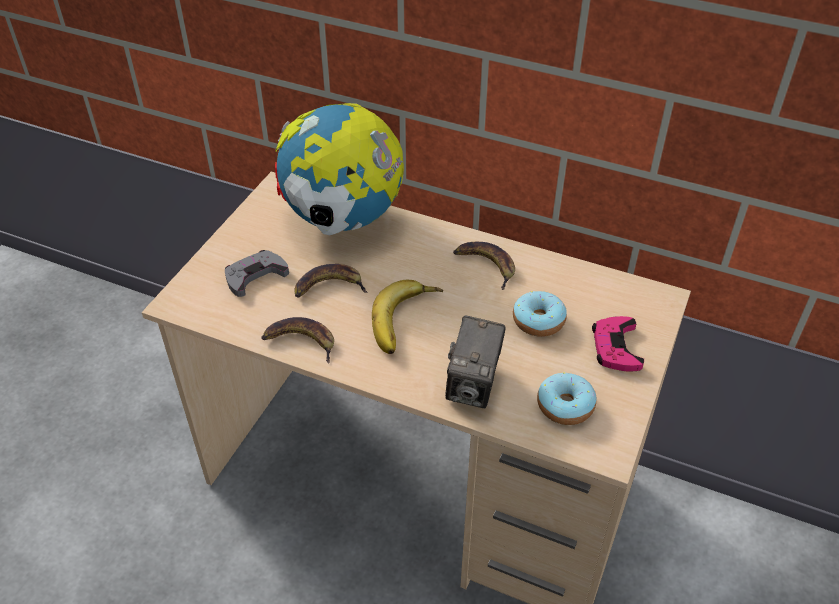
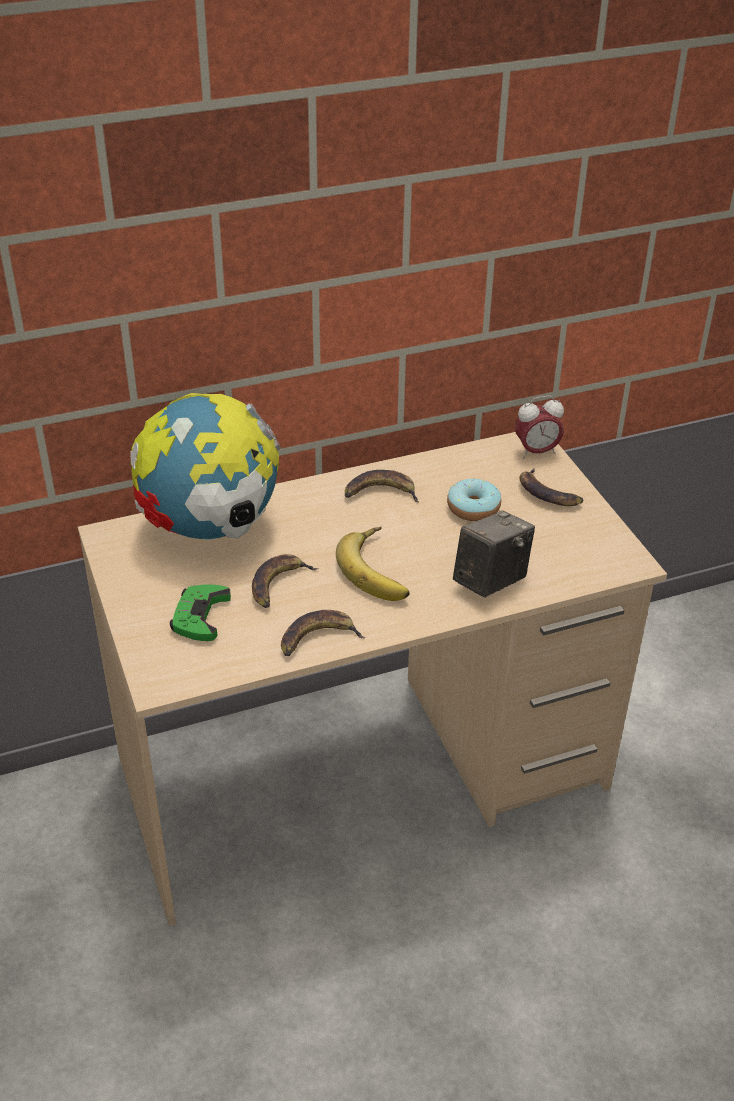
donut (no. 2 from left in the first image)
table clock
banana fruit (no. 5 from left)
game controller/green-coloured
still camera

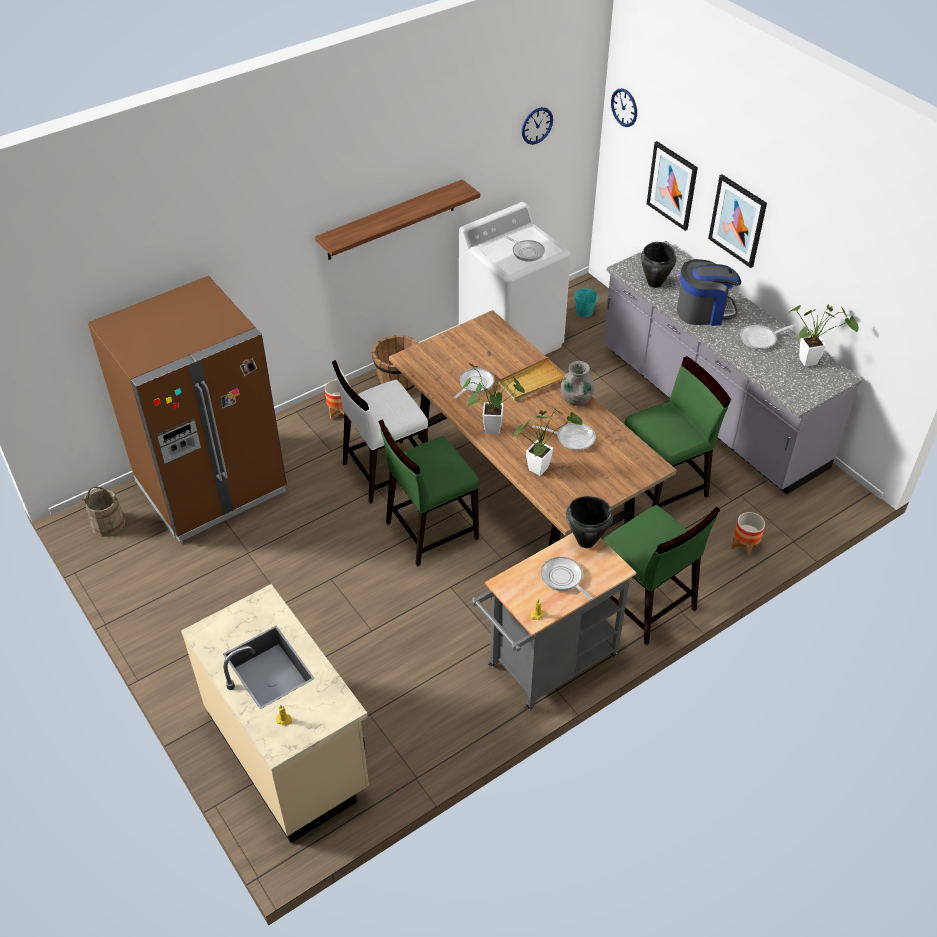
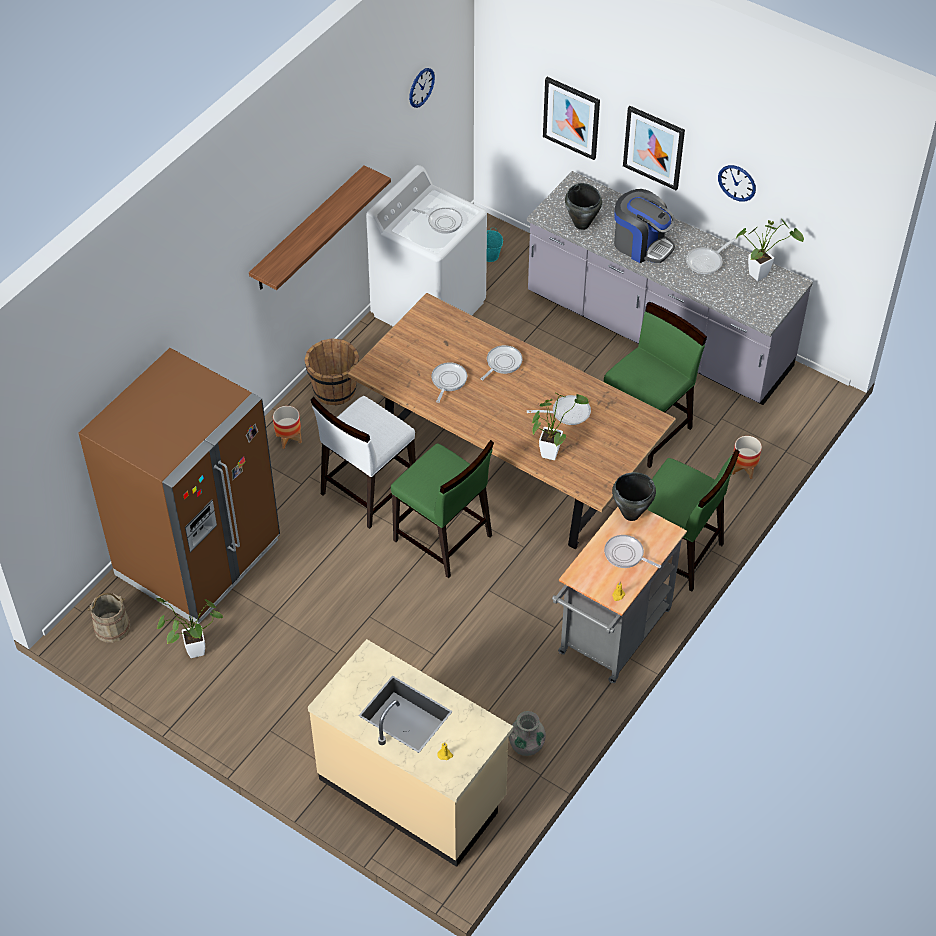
potted plant (no. 1 from left)
vase/grey
hanging clock (no. 2 from left)
frying pan (no. 3 from left)
plain chair/green-coloured (no. 1 from left)
coffee brewer

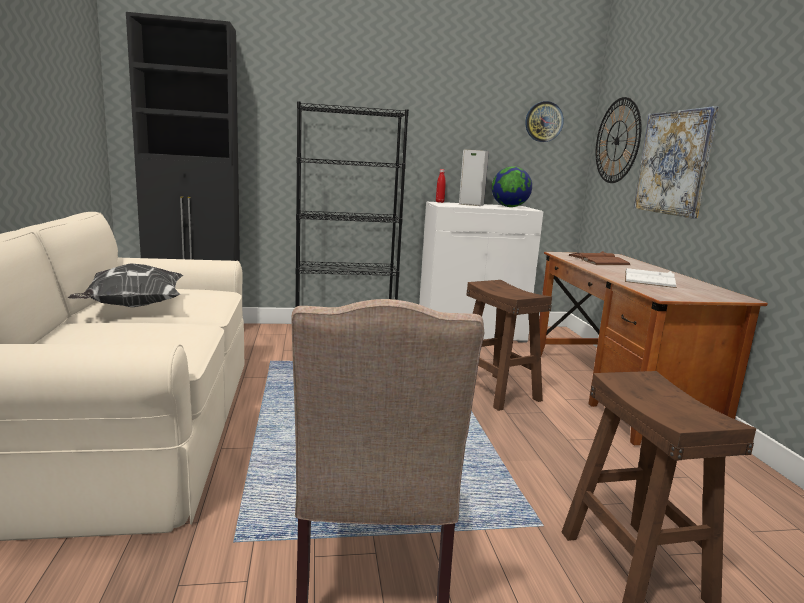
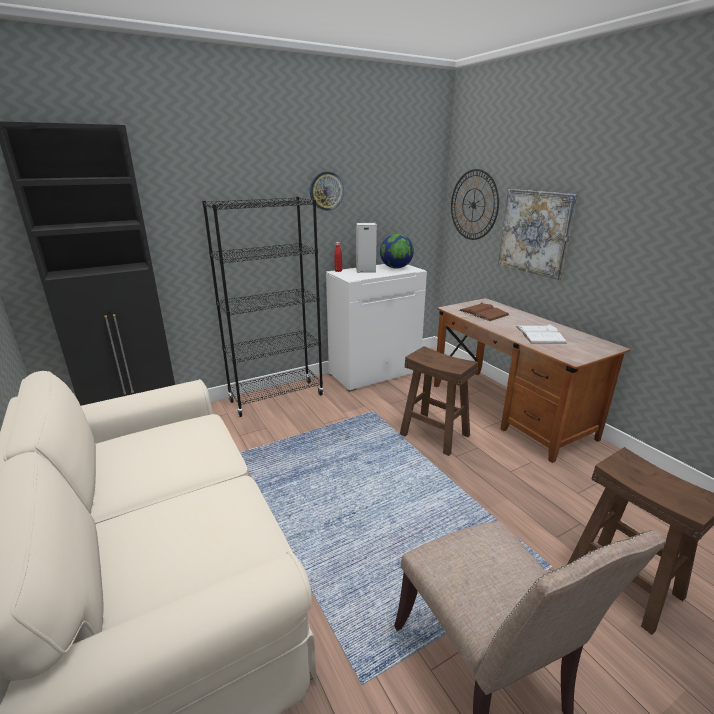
throw pillow
hanging clock (no. 1 from left)

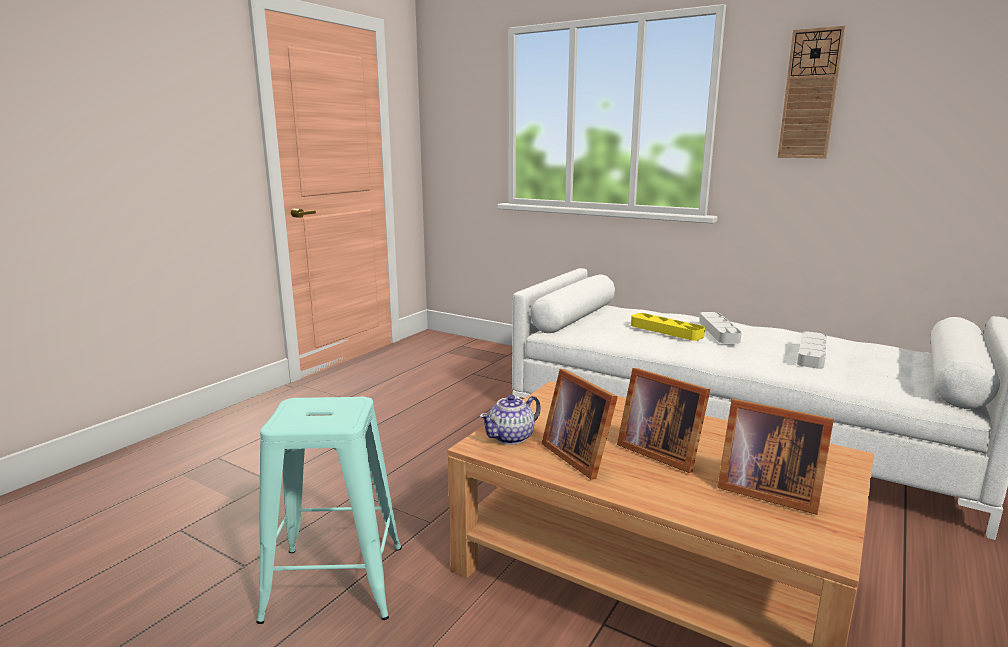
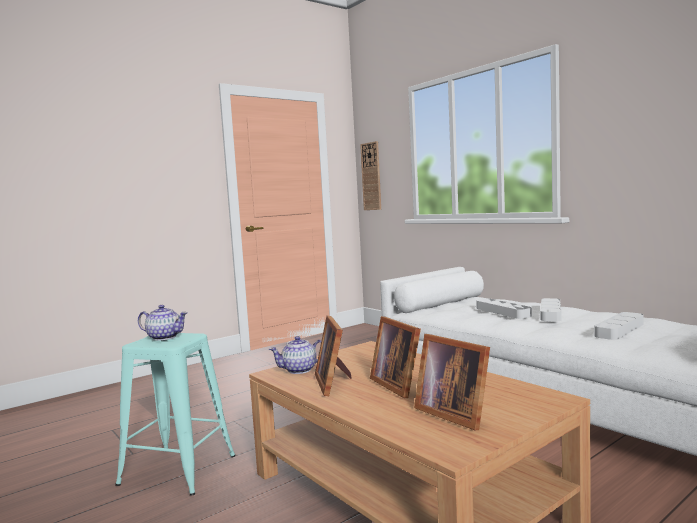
pot for tea (no. 1 from left)
hanging clock
tray/grey (no. 1 from left)

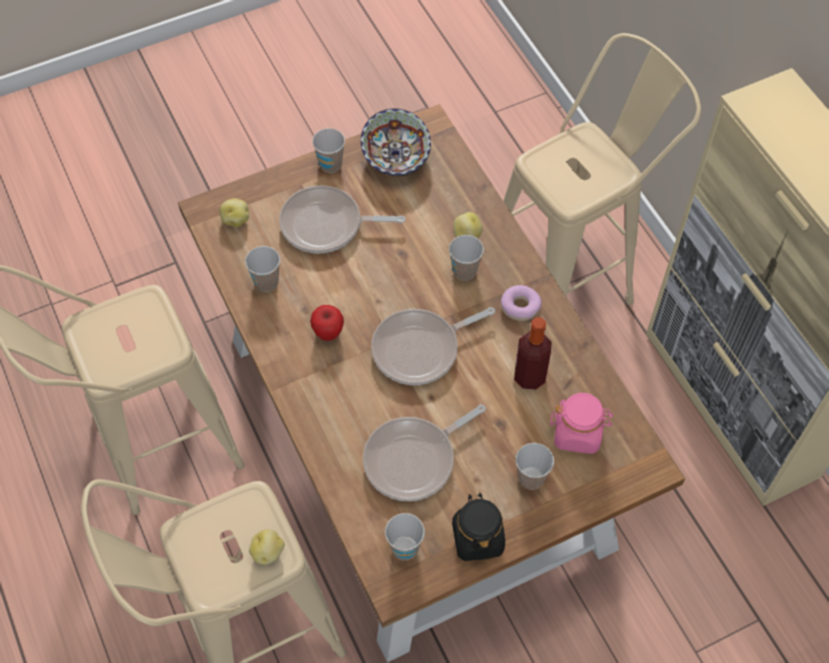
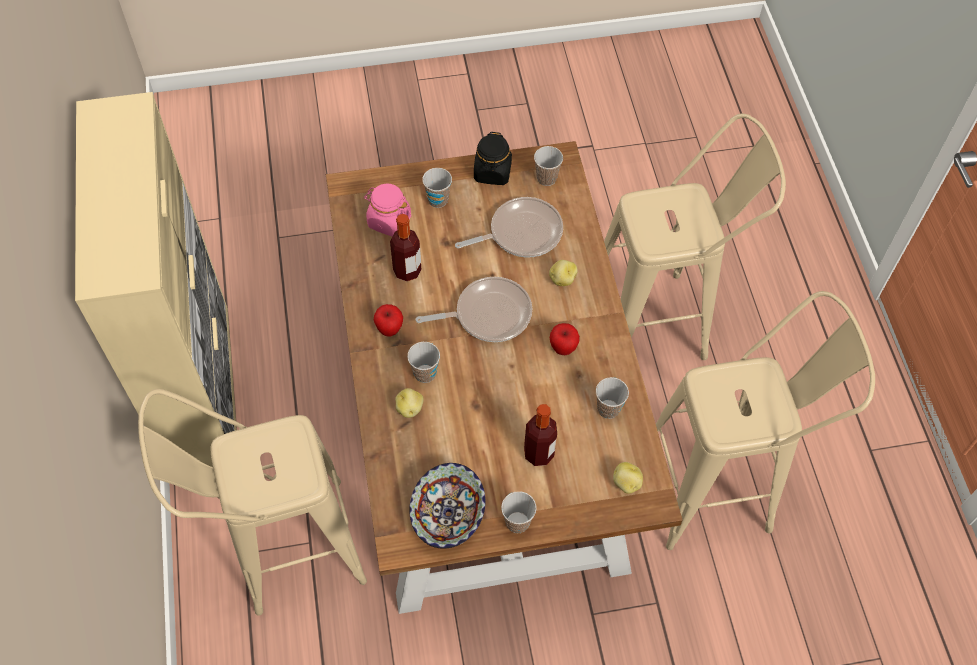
spud (no. 2 from left)
beverage bottle (no. 2 from left)
apple (no. 1 from left)

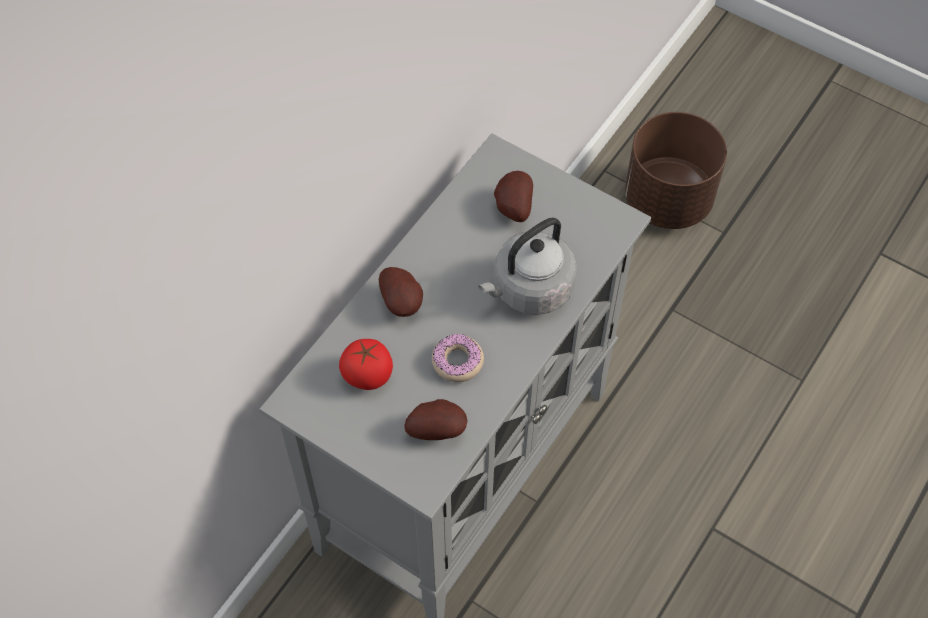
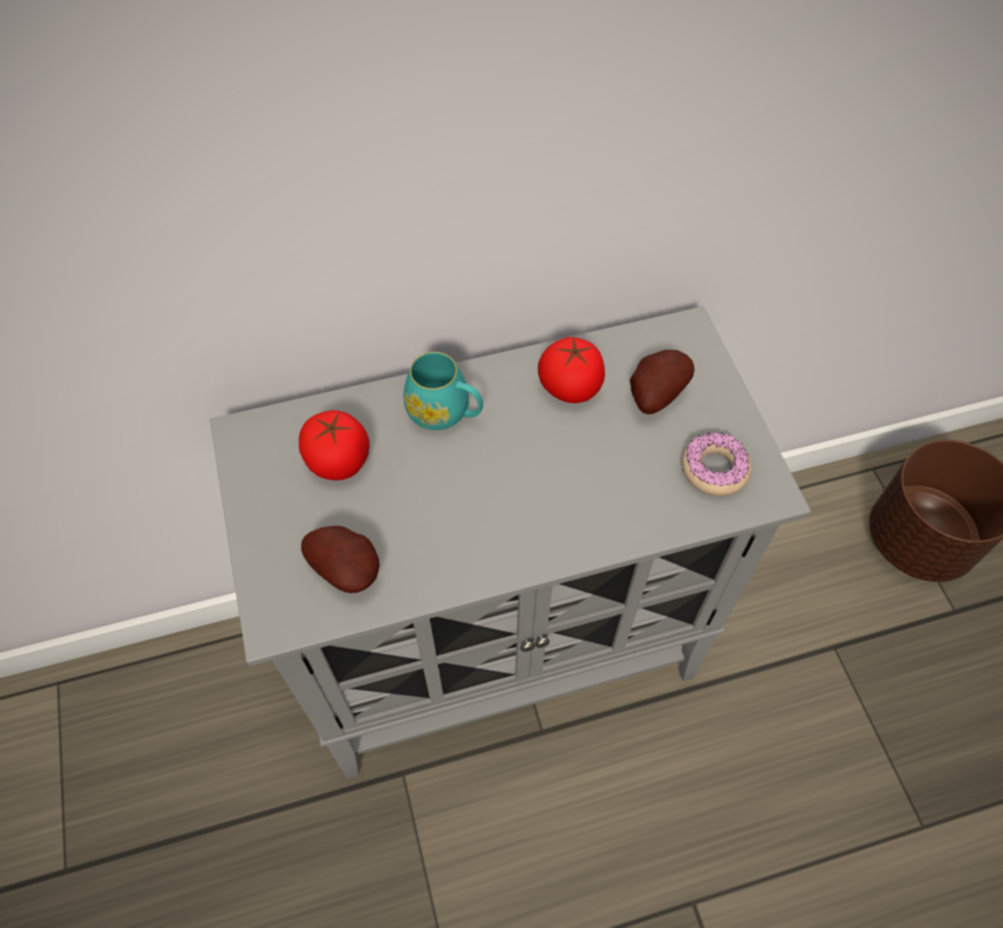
kettle/grey
tomato (no. 2 from left)
donut
coffee mug/turquoise-coloured

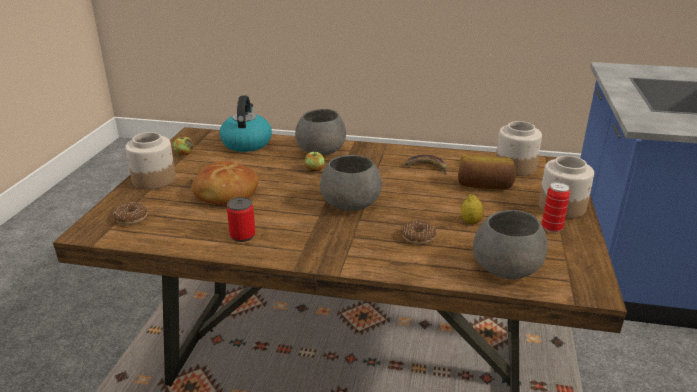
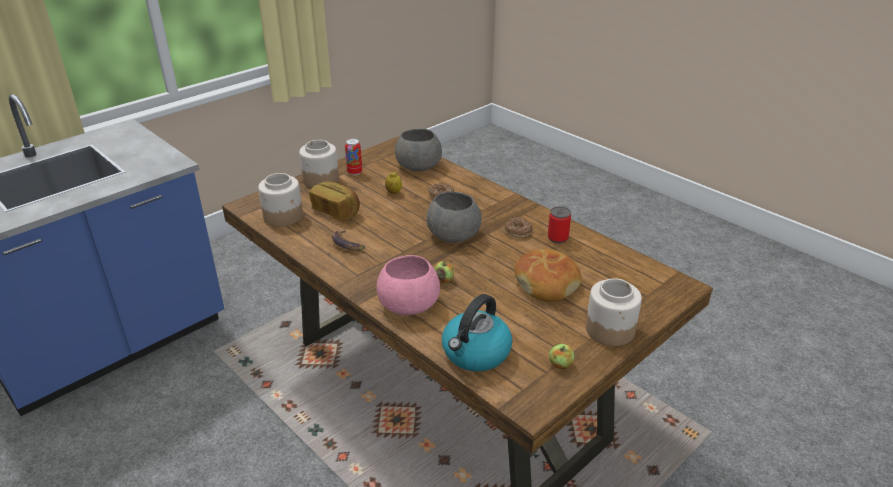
donut (no. 2 from left)
serving bowl/pinkish

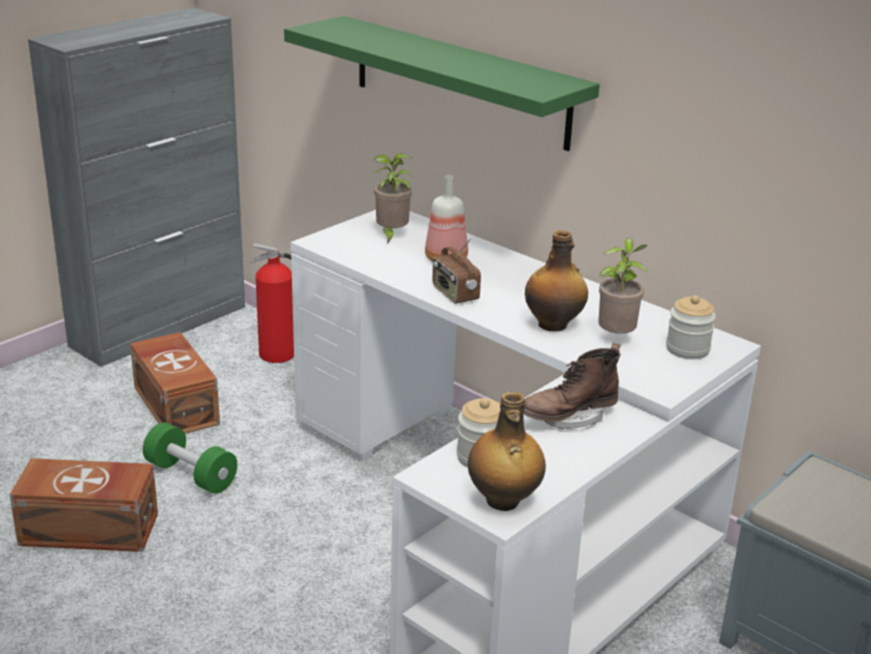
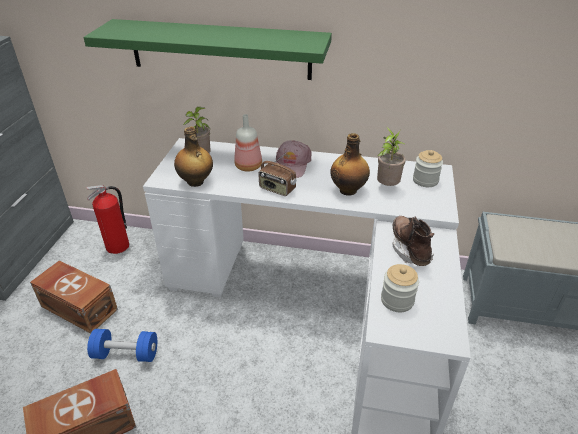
baseball cap/pinkish
beverage bottle (no. 1 from left)
free weight/bluish
tall boot/brownish

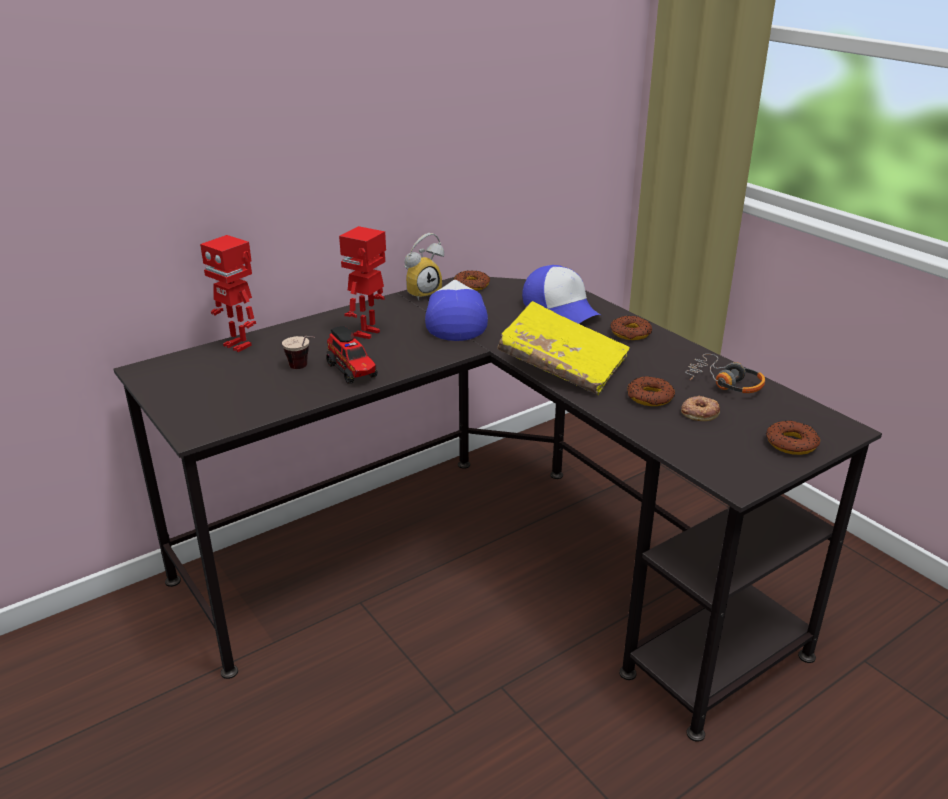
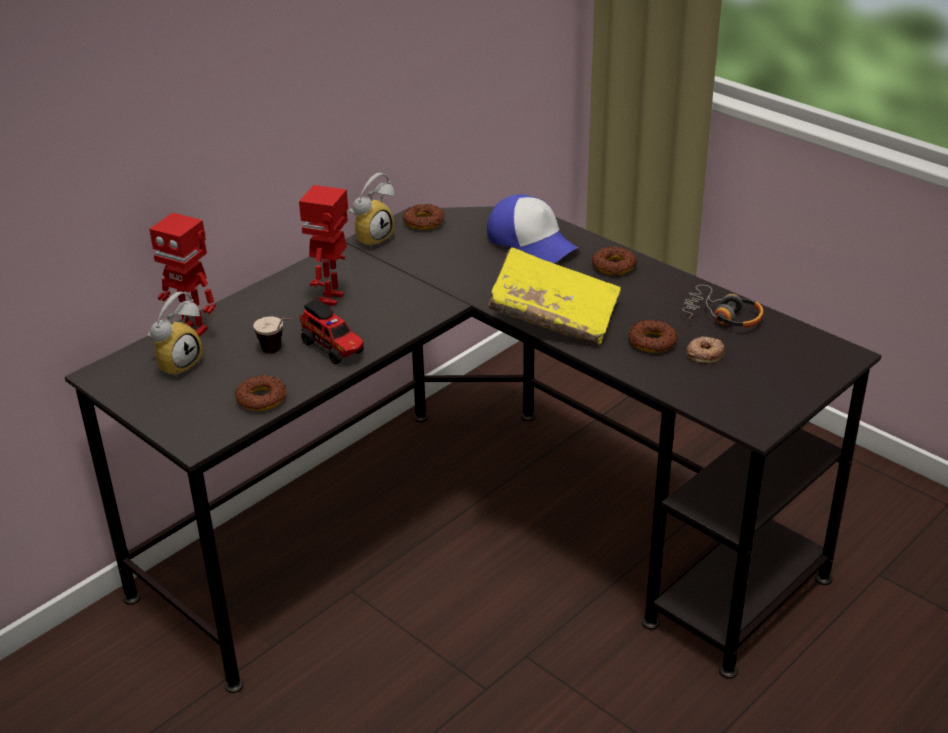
baseball cap (no. 1 from left in the first image)
table clock (no. 1 from left)
donut (no. 1 from left)

